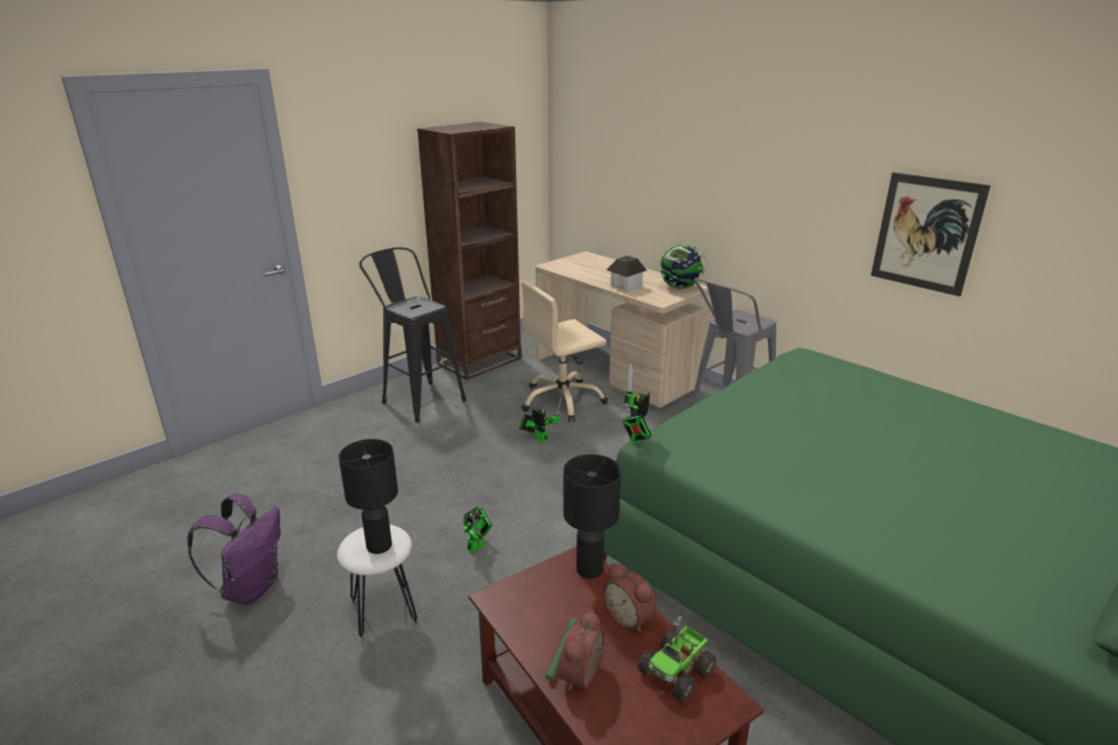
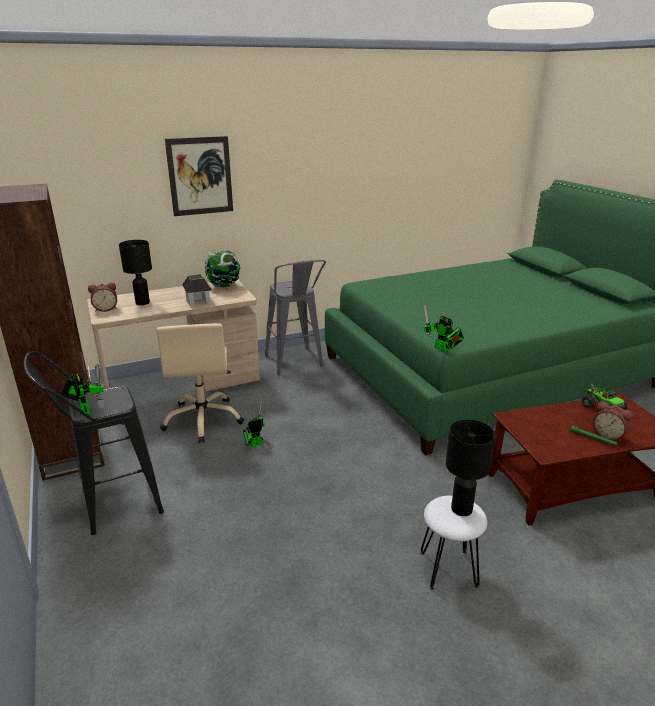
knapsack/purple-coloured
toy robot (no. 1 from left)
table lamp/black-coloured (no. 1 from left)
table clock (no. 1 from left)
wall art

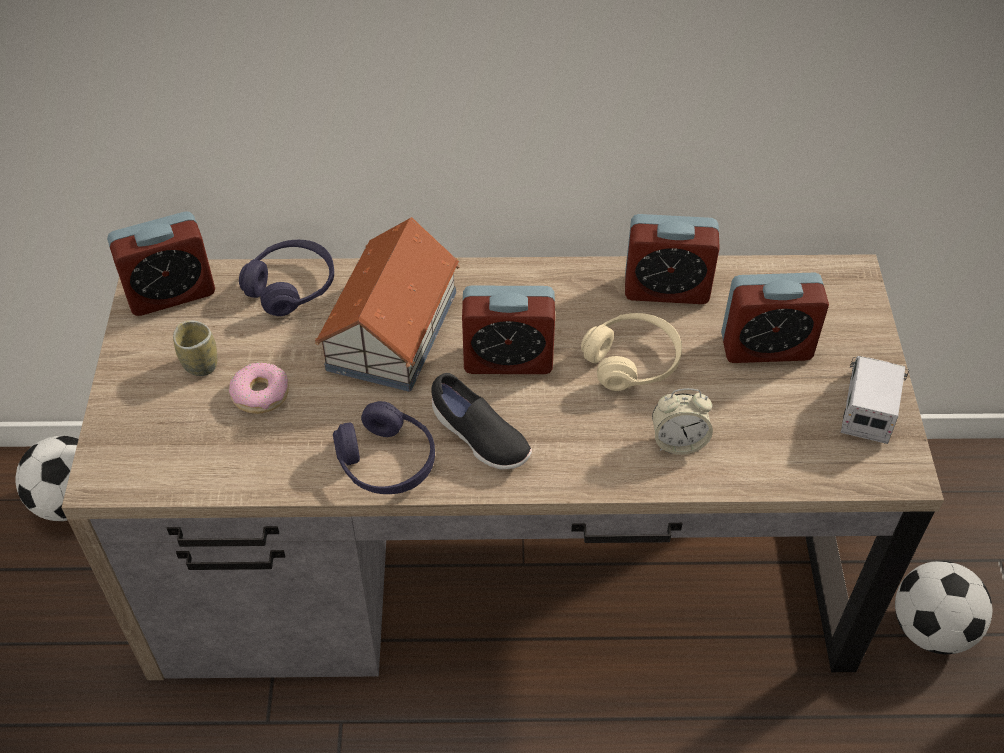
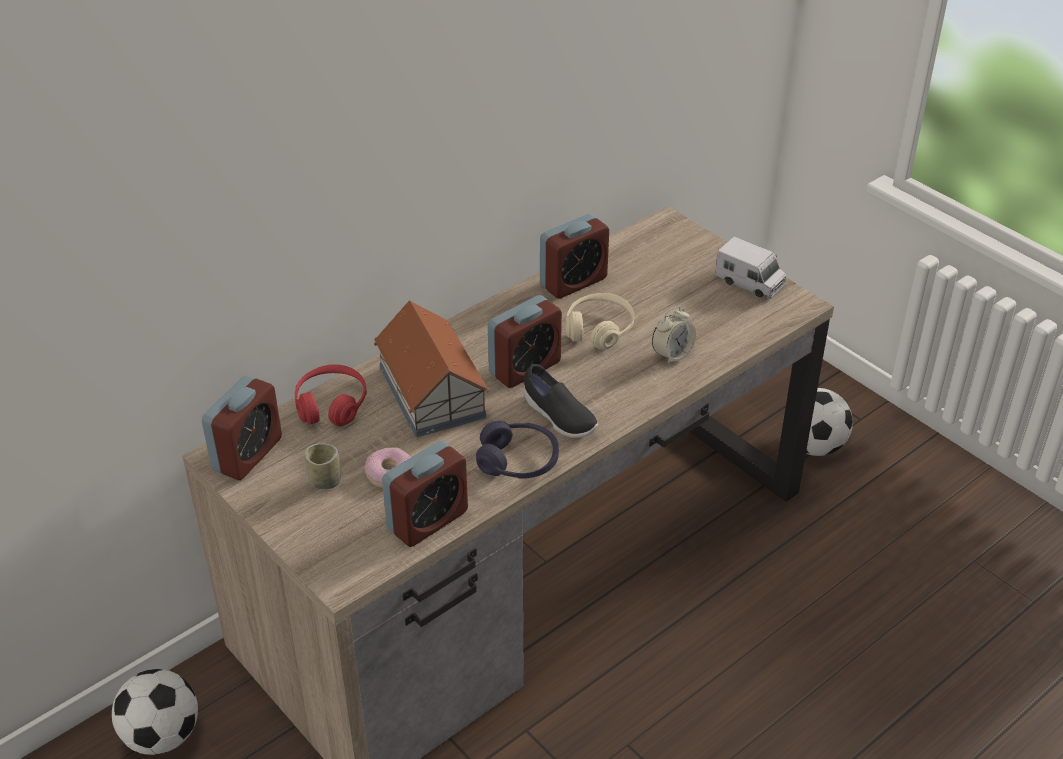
table clock (no. 2 from left)
headphones/reddish
shoe/black-coloured
toy truck

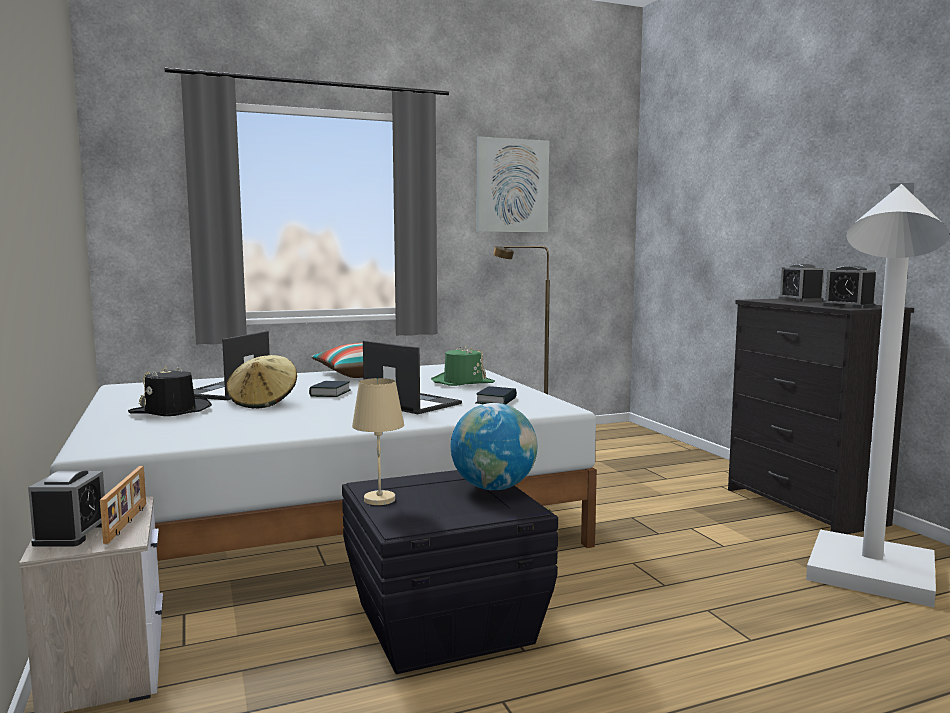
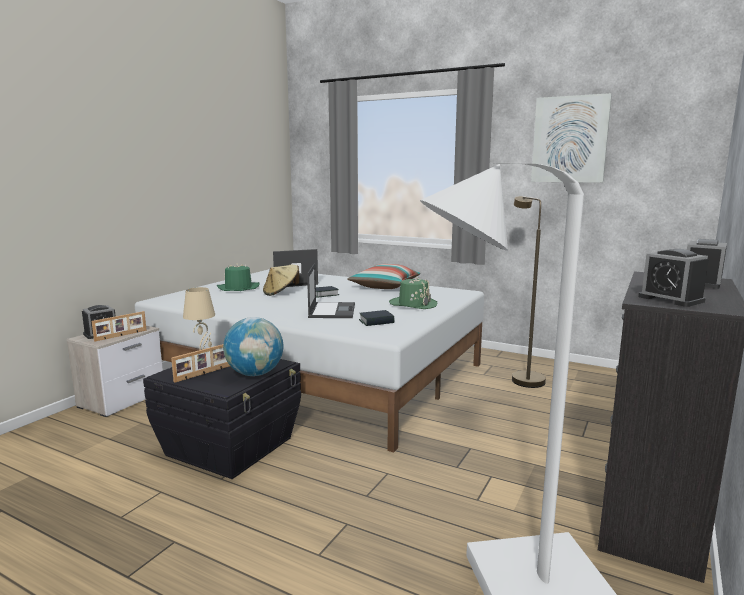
picture frame (no. 2 from left)
clothing hat/green-coloured (no. 1 from left)
table clock (no. 2 from left)

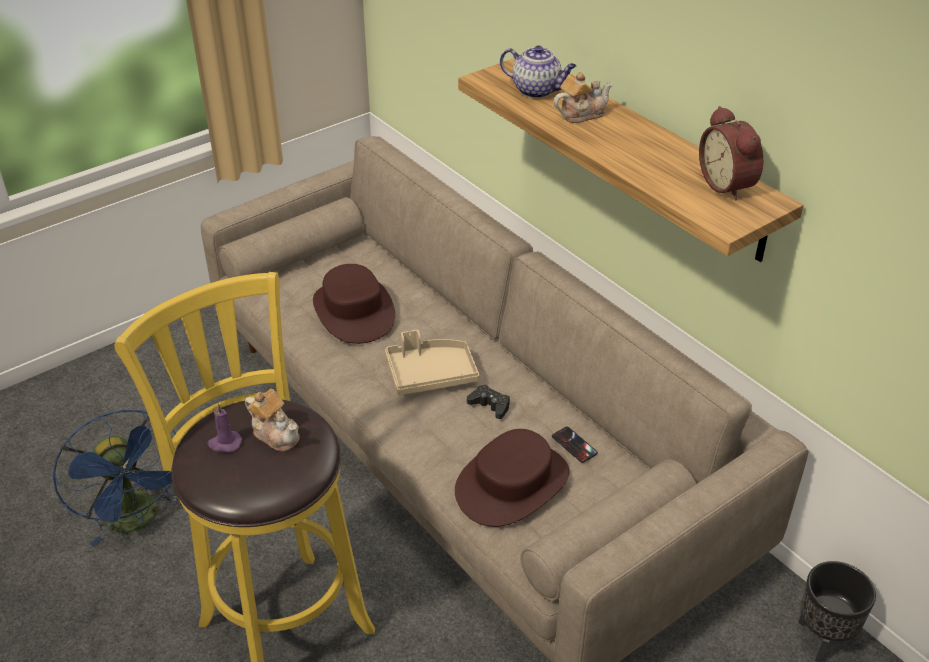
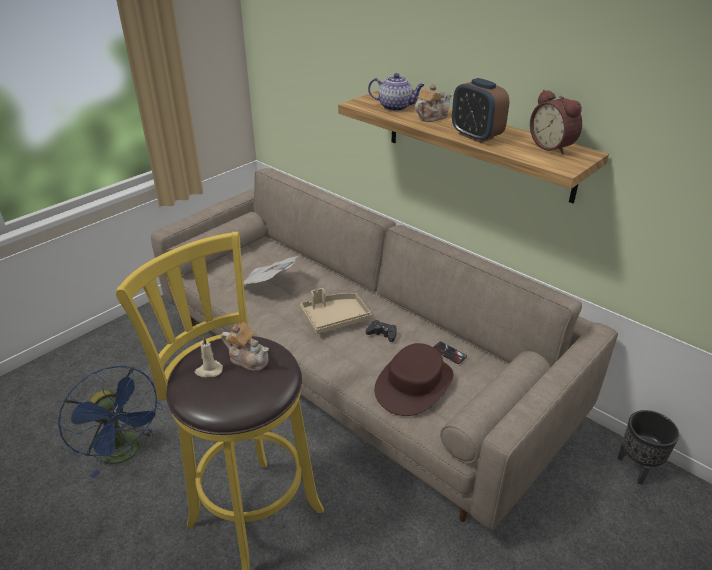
table clock (no. 1 from left)
printed paper
wax candle/sand-coloured

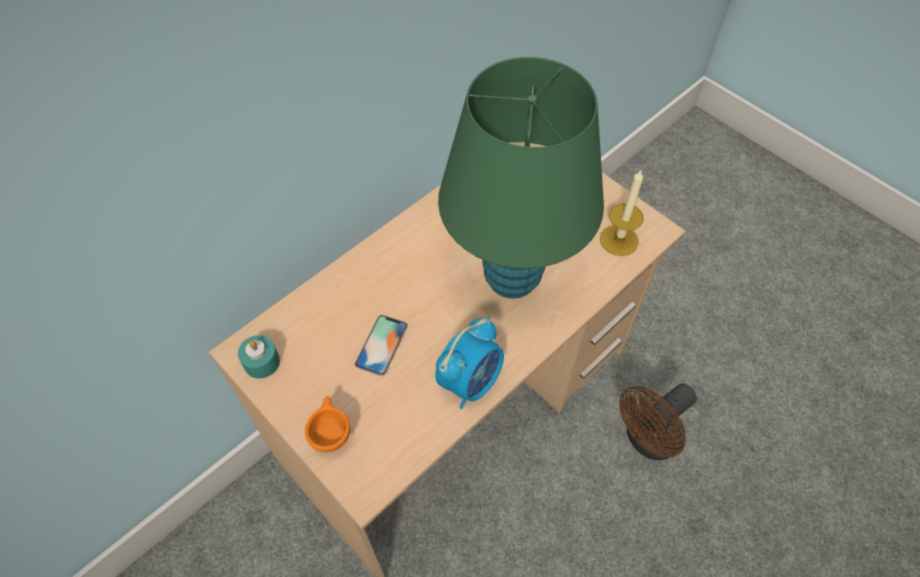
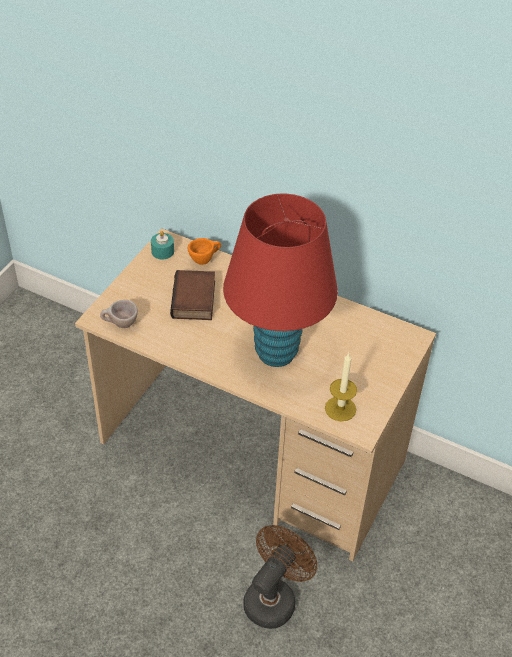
table clock
small cup/sand-coloured
small cup/orange
bound book
table lamp/reddish
cooling fan/brownish

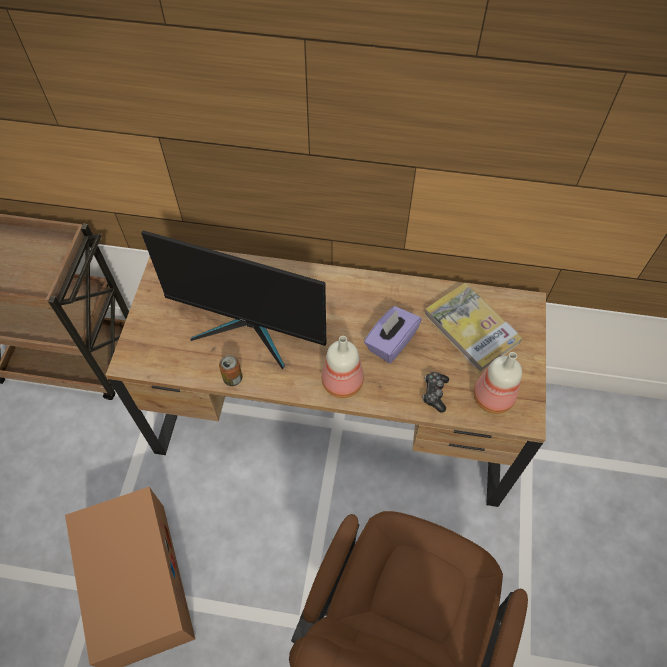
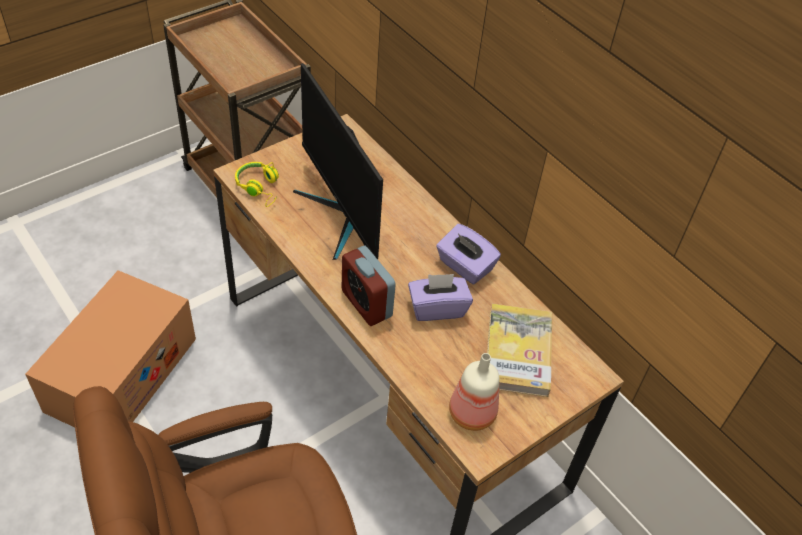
can
game controller
headphones/yellow-coloured
box of tissues/purple-coloured (no. 2 from left)
table clock

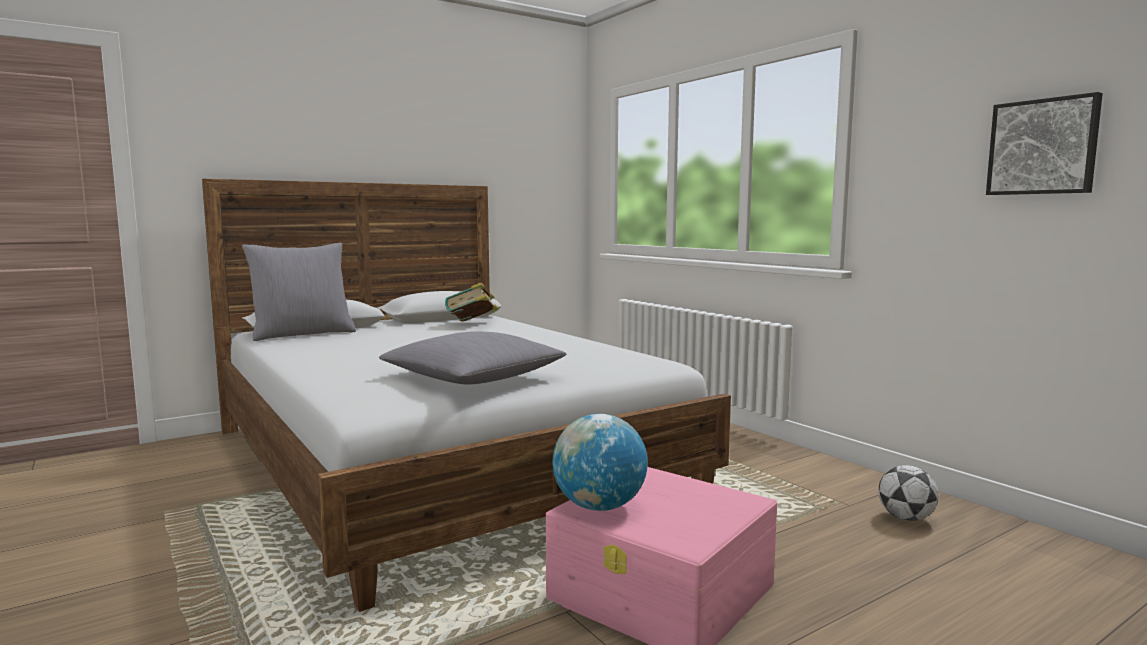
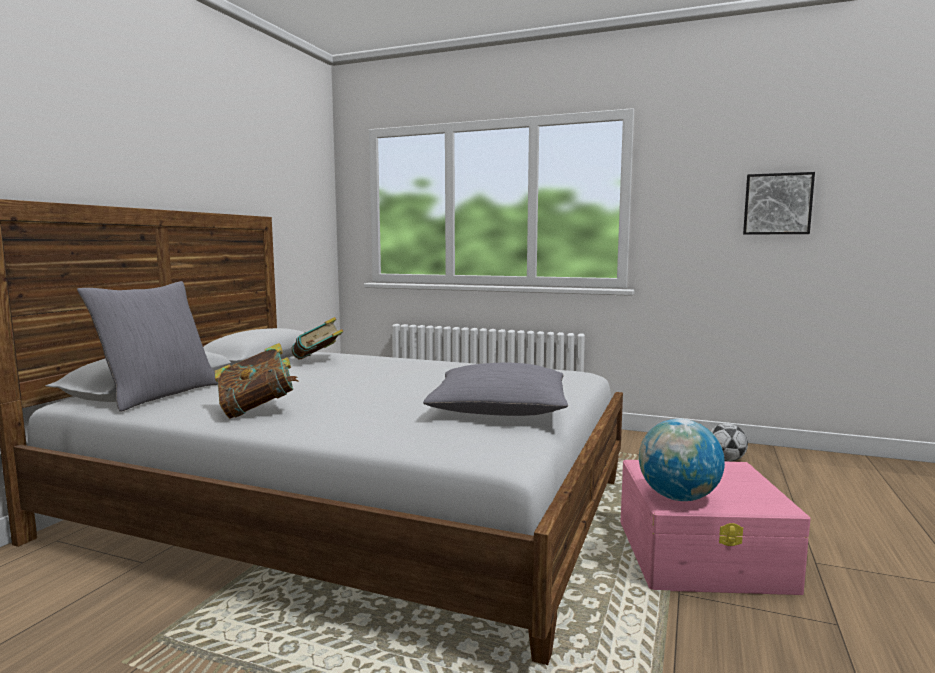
bound book (no. 1 from left)

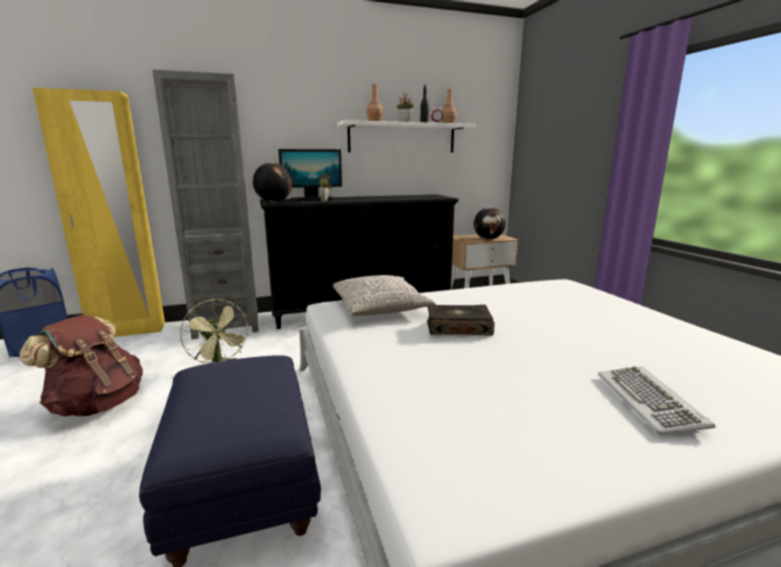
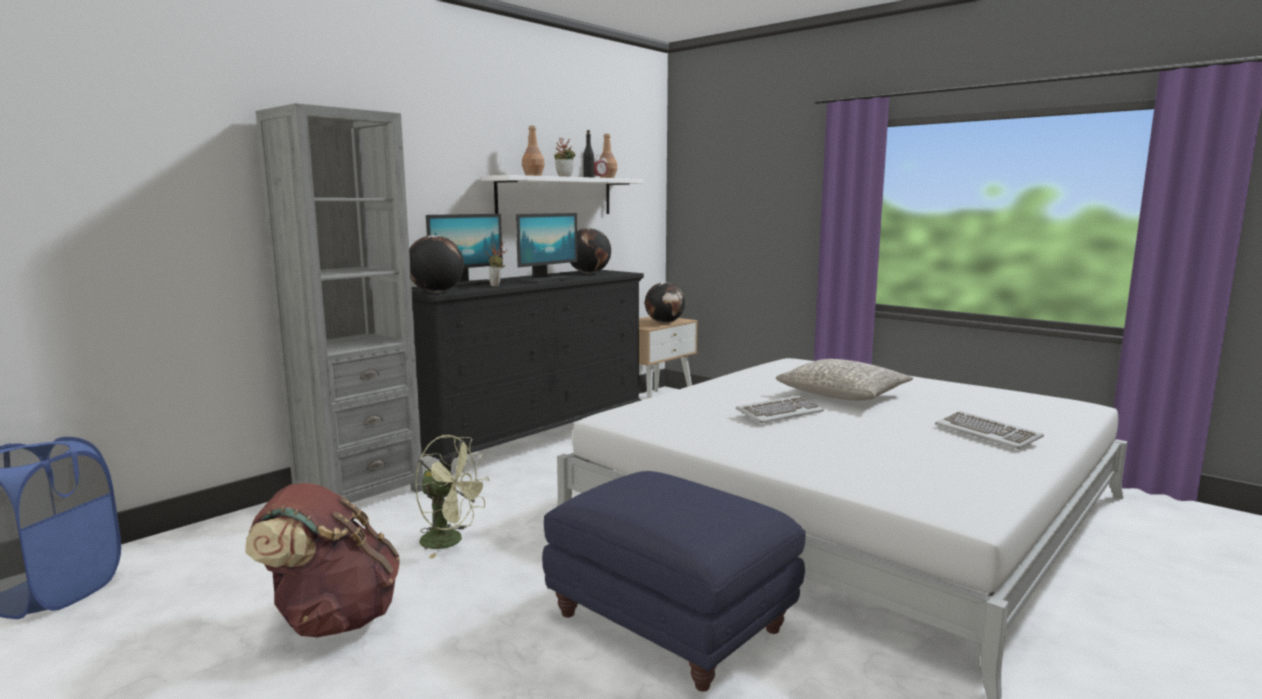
armoire/yellow-coloured
computer display (no. 2 from left)
world globe (no. 2 from left)
throw pillow/grey
keyboard (no. 1 from left)

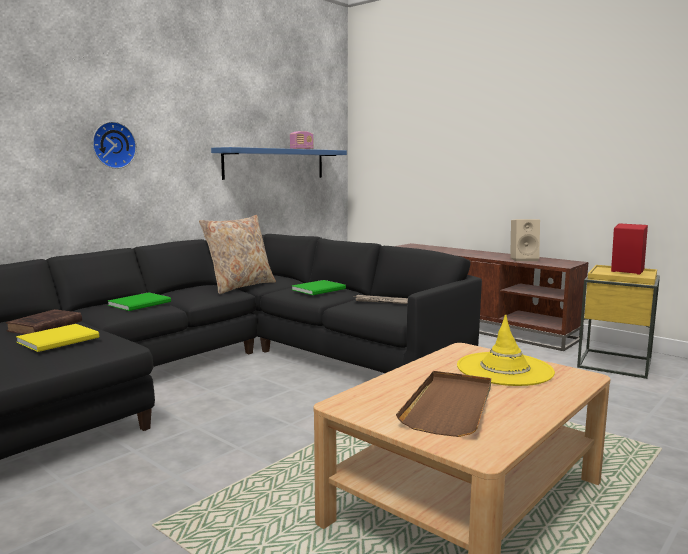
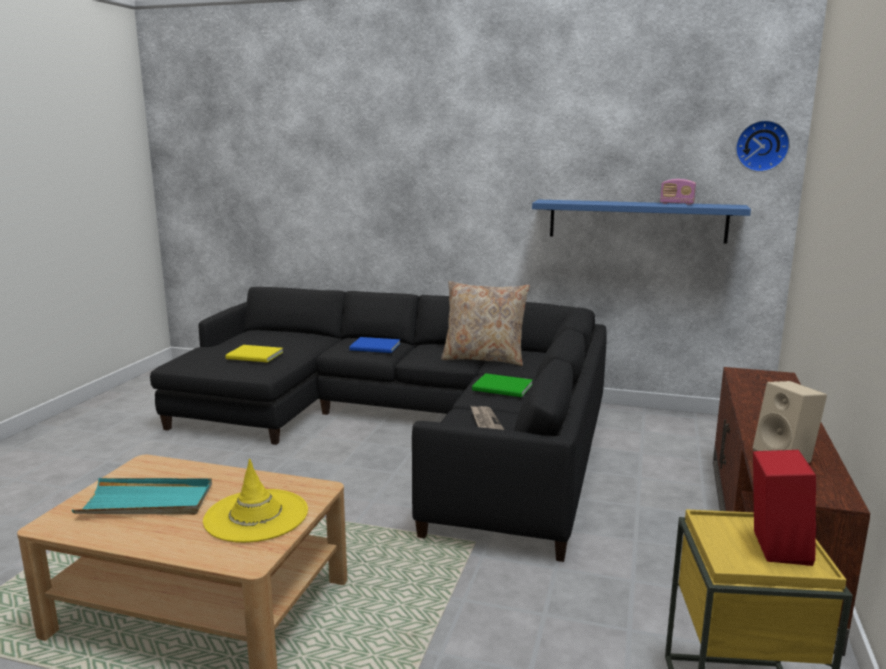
bound book/brownish
hanging clock
bound book/bluish
tray/turquoise-coloured

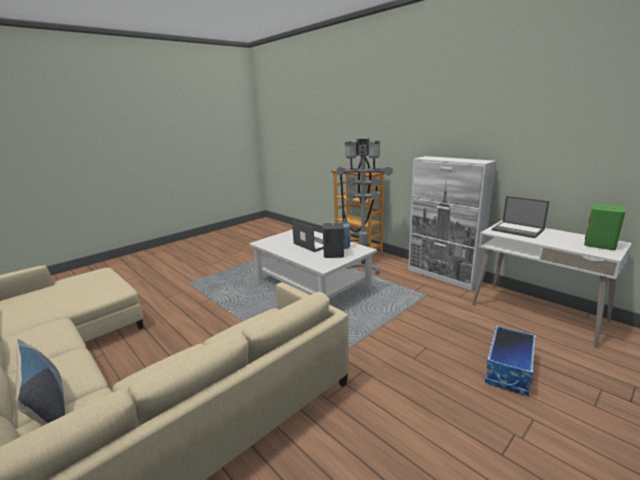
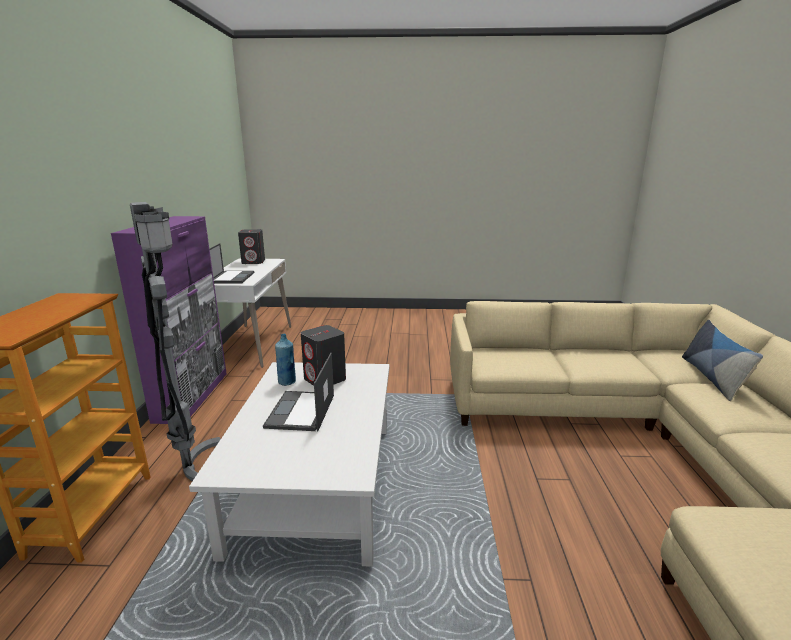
storage container
cabinet/purple-coloured
speaker/grey (no. 1 from left)

